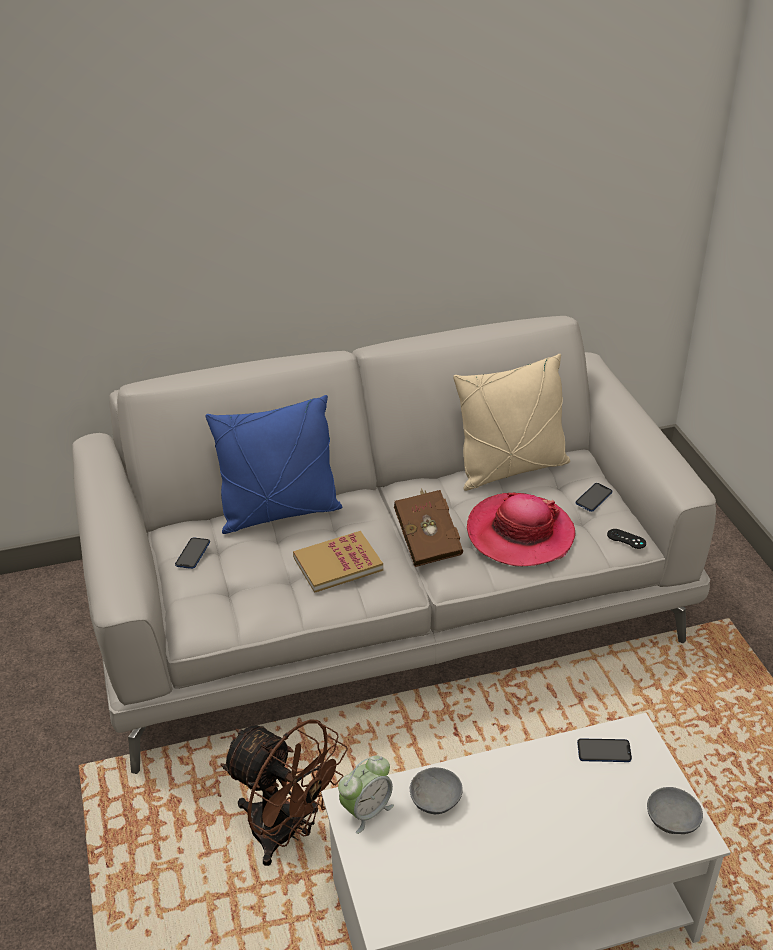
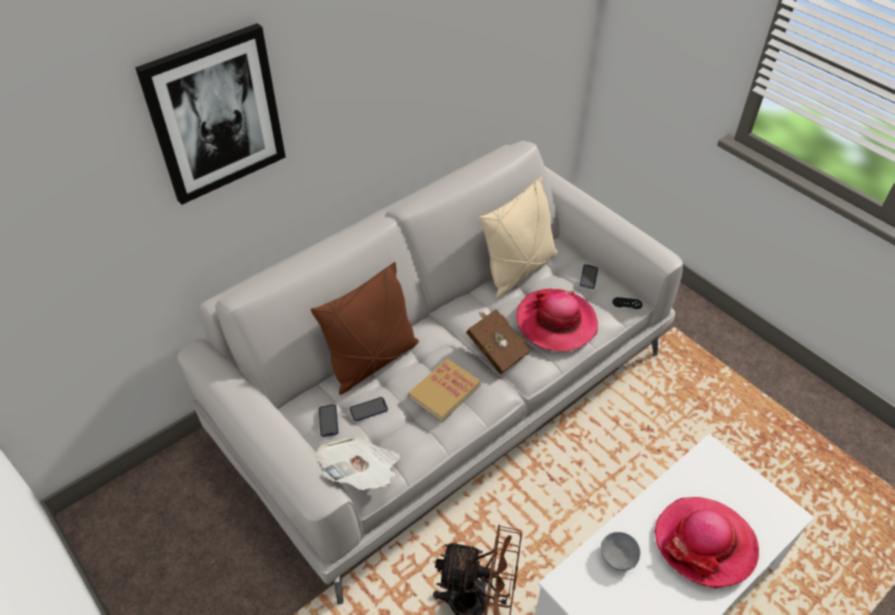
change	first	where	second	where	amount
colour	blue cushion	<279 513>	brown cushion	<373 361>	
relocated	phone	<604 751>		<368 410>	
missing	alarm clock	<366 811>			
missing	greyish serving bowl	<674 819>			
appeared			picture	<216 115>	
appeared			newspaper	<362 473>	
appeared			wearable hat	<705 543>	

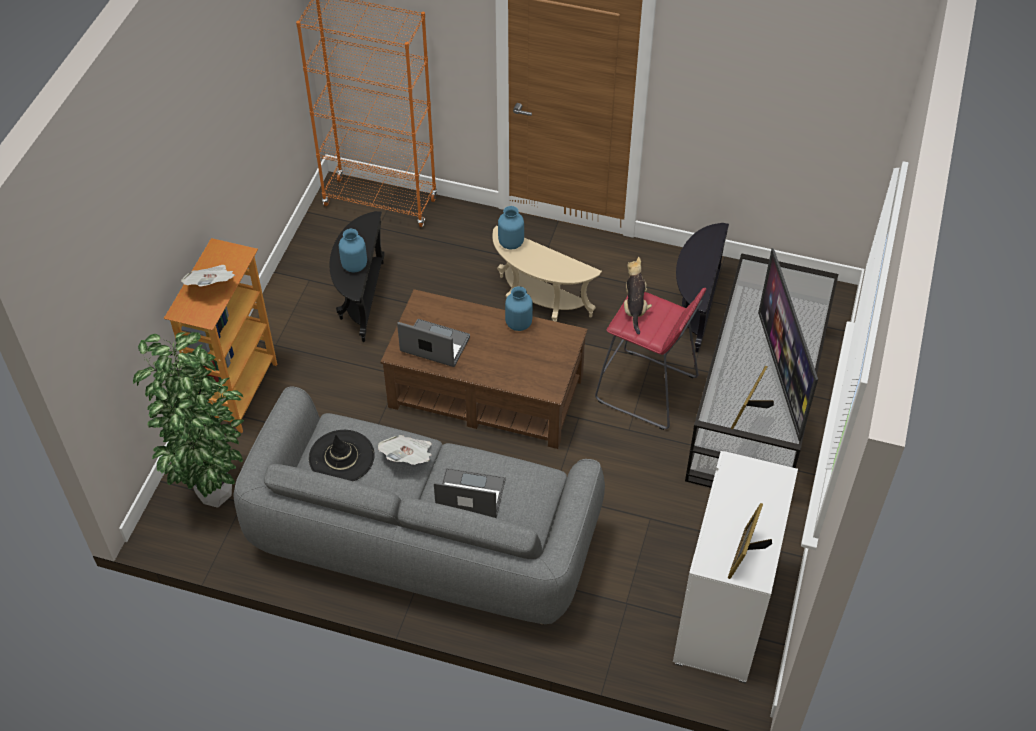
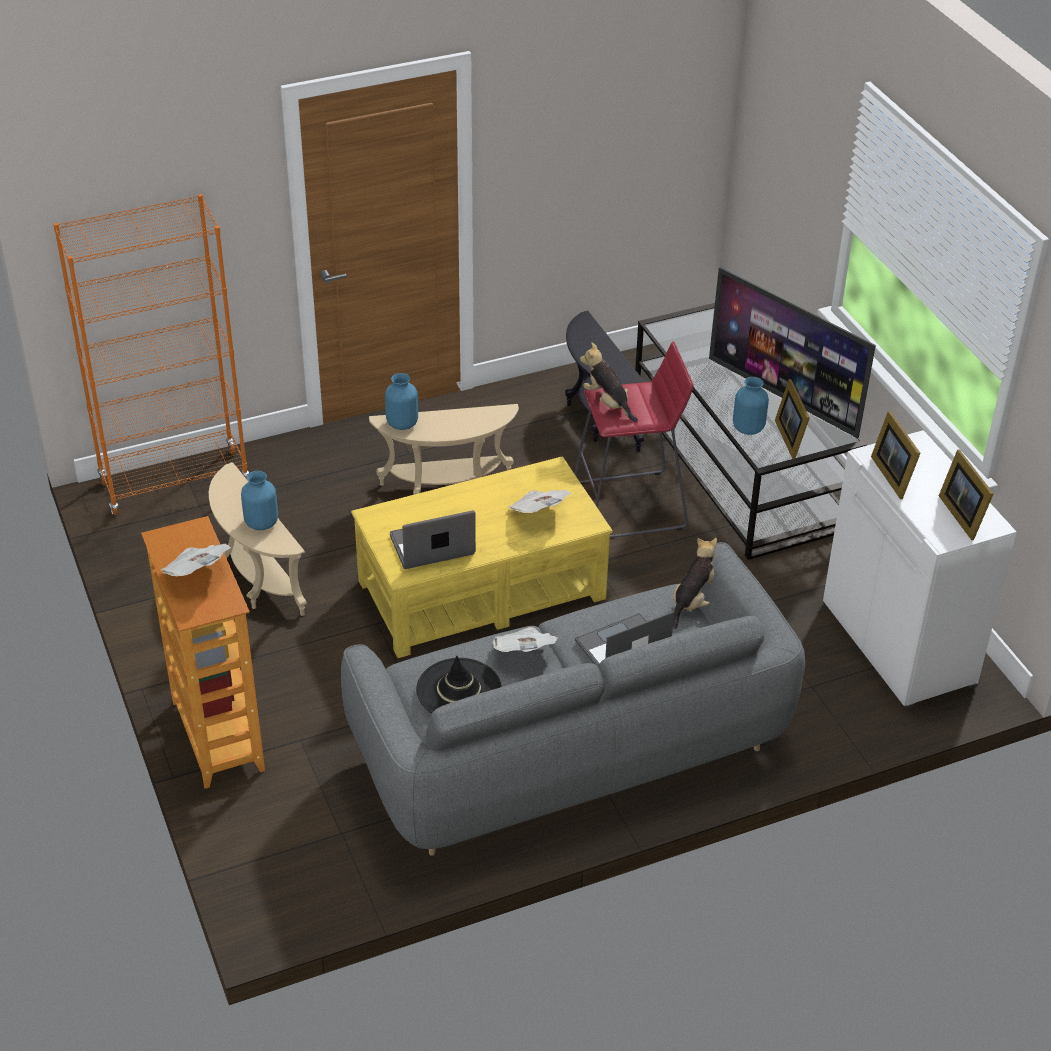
change	first	where	second	where	amount
colour	blackish side table	<360 300>	beige-coloured side table	<256 580>	
relocated	blue vase	<518 323>		<747 428>	
colour	brown lounge table	<485 390>	yellow-coloured lounge table	<480 589>	
missing	plant in a pot	<213 492>			
appeared			standing frame	<893 474>	
appeared			newspaper	<539 512>	
appeared			soft toy	<693 601>	

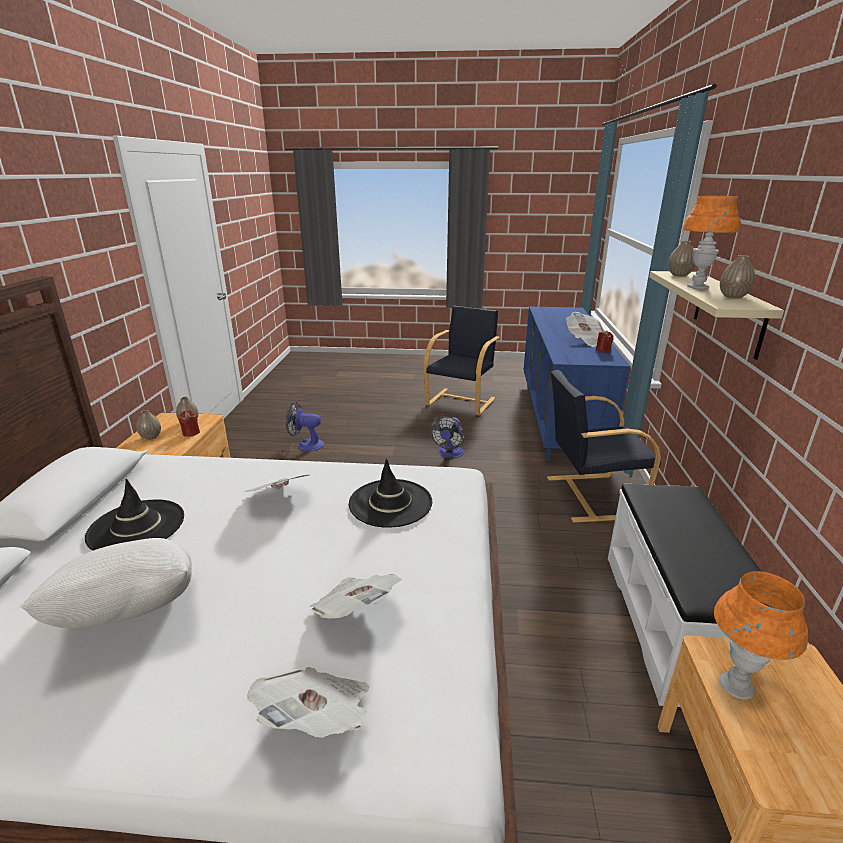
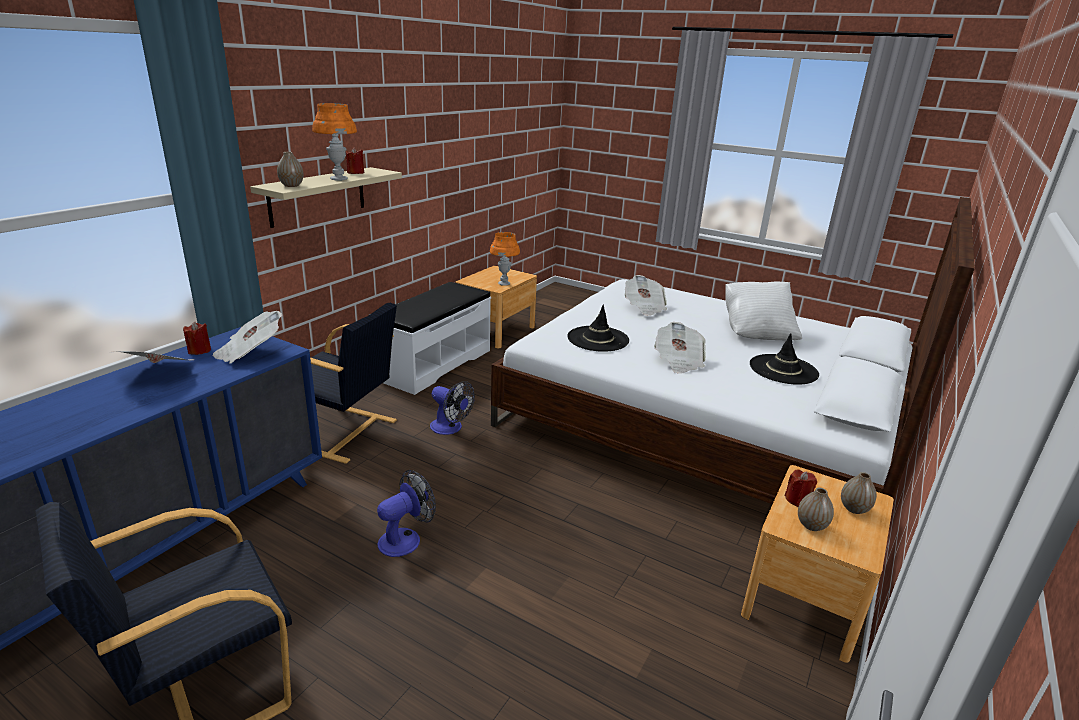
change	first	where	second	where	amount
exchanged	vase	<733 296>	reddish wax candle	<355 173>	
relocated	electric fan	<306 444>		<450 428>	
relocated	newspaper	<318 719>		<250 353>	

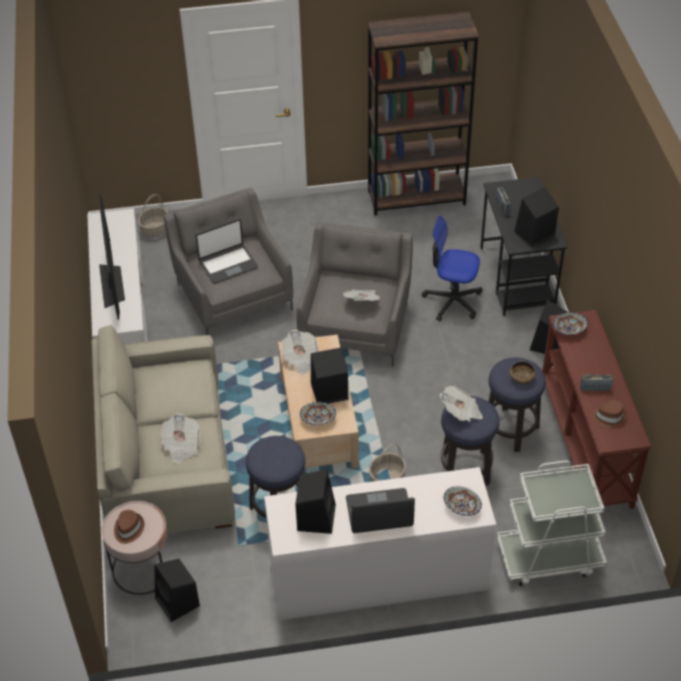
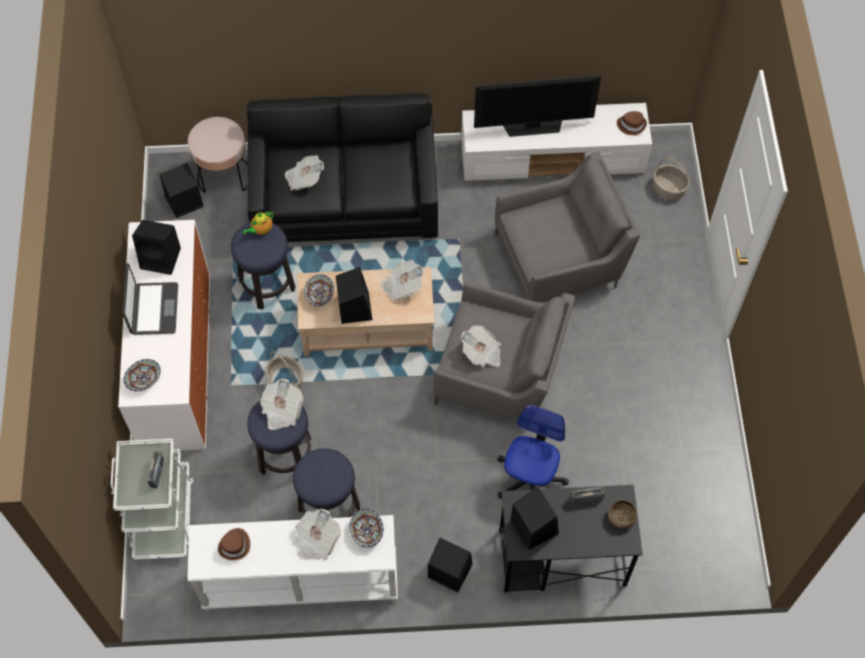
change	first	where	second	where	amount
missing	brown bookshelf	<417 197>			
missing	laptop	<228 264>			
colour	brown console table	<586 442>	white console table	<300 583>	
colour	beige-coloured settee	<165 457>	blackish settee	<346 194>	
relocated	serving bowl	<522 378>		<621 517>	
relocated	radio receiver	<595 388>		<157 473>	
relocated	brown wearable hat	<128 529>		<631 125>	
appeared			pot for tea	<261 230>	
appeared			newspaper	<316 540>	

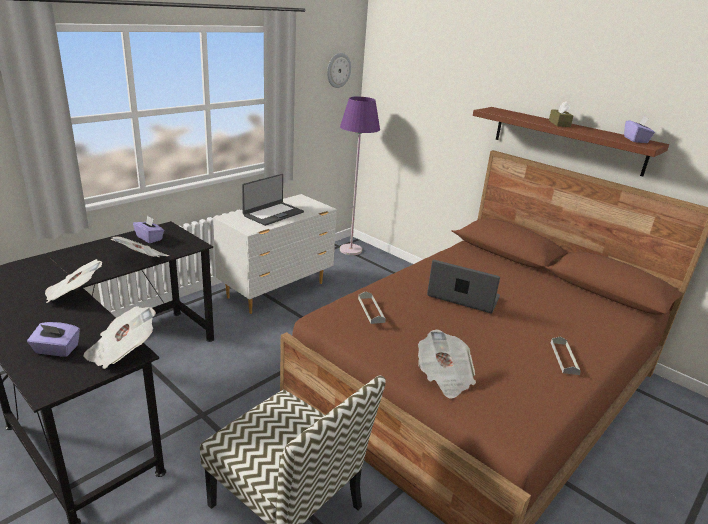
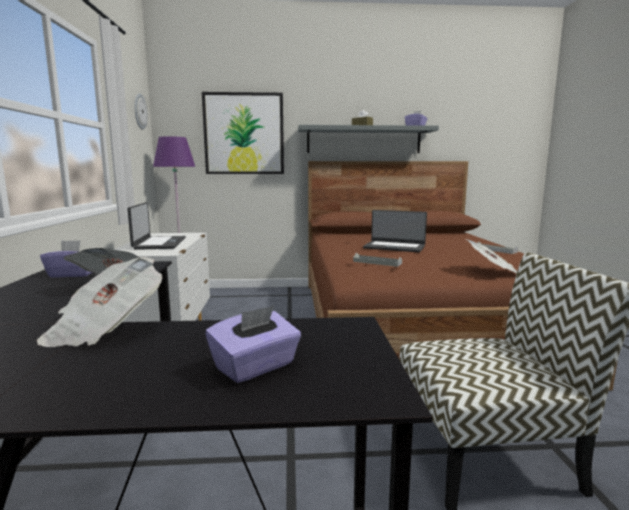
change	first	where	second	where	amount
colour	brown shelf	<567 140>	greyish shelf	<364 140>	
spun	laptop	<463 297>		<394 247>	135 degrees counterclockwise
missing	newspaper	<122 351>			
appeared			picture	<244 134>	

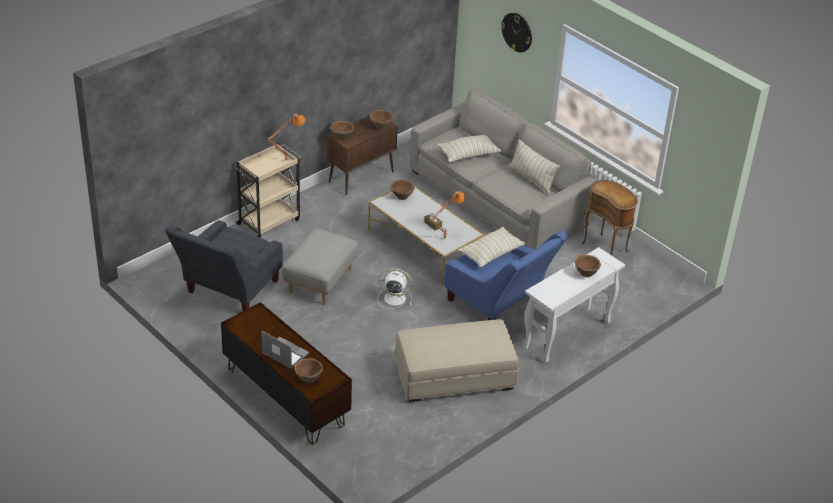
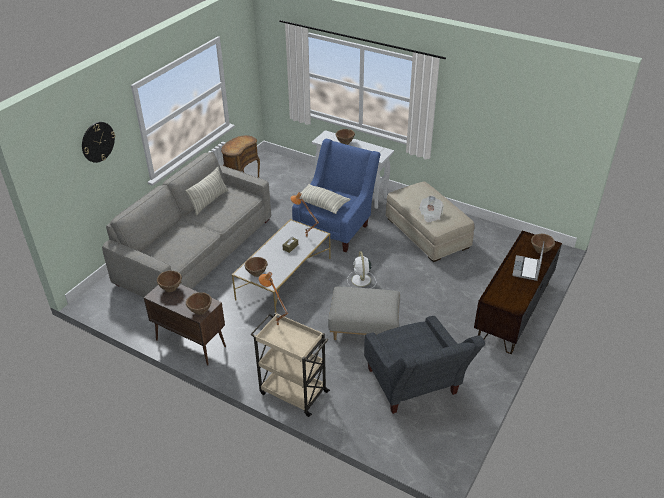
change	first	where	second	where	amount
missing	cushion	<468 154>			
spun	greyish armchair	<227 292>		<415 388>	60 degrees clockwise
appeared			newspaper	<430 215>	

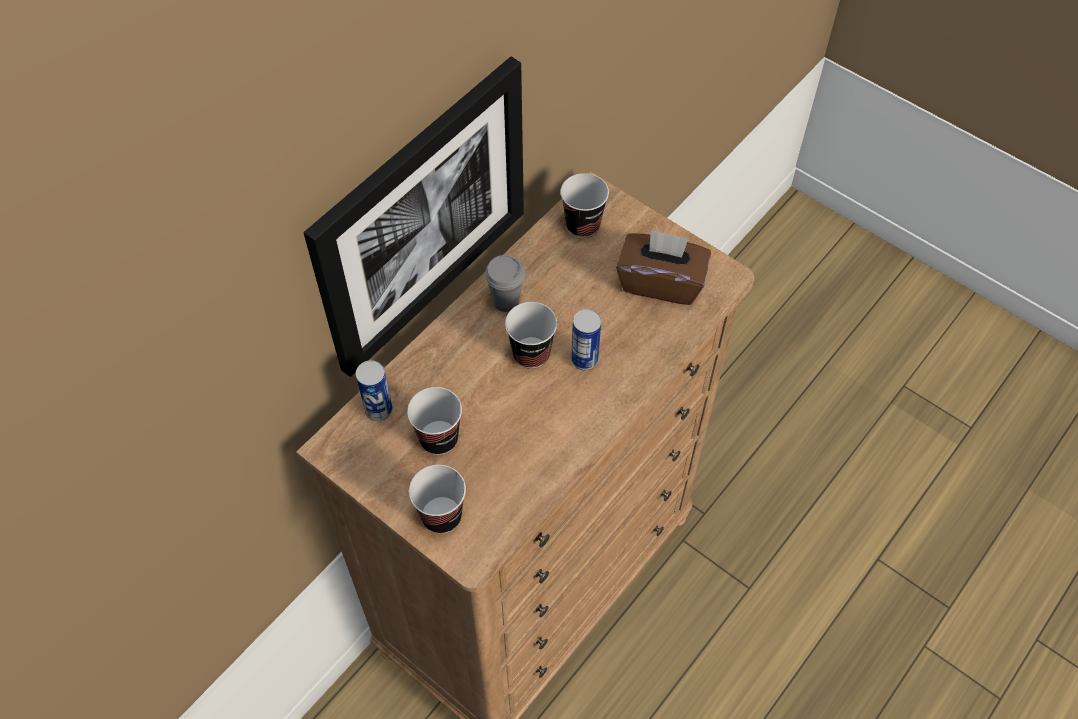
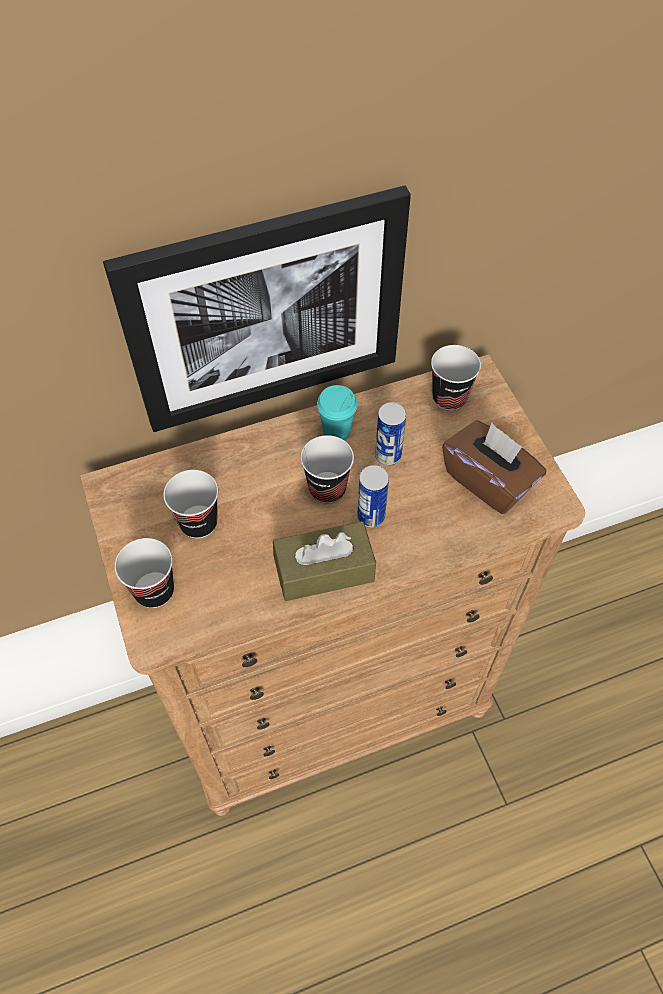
change	first	where	second	where	amount
colour	greyish cup	<506 301>	turquoise-coloured cup	<336 432>	
relocated	metal can	<378 410>		<388 455>	
appeared			brown tissue box	<324 570>	

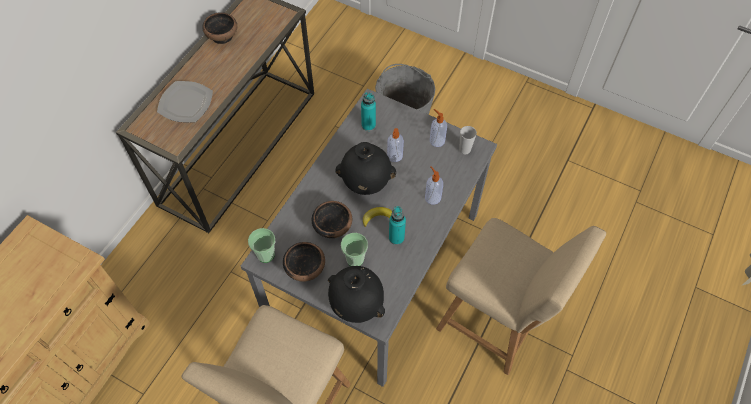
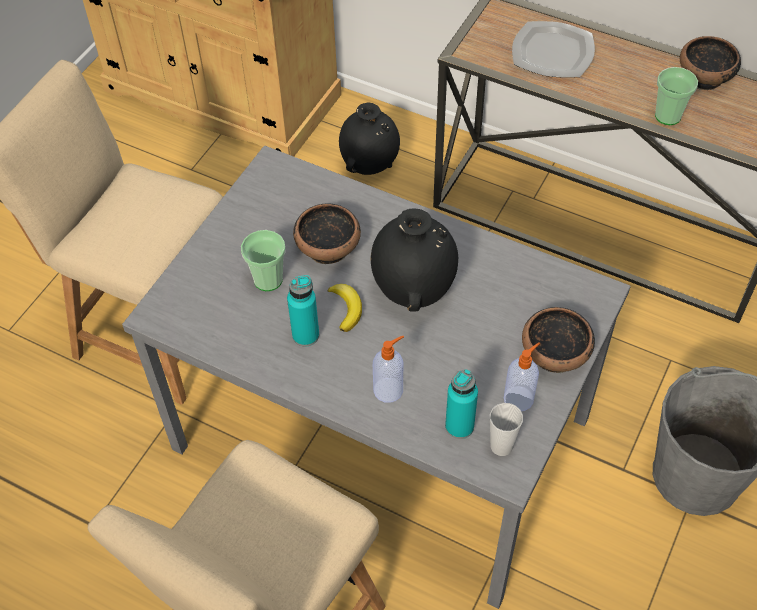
change	first	where	second	where	amount
relocated	turquoise-coloured bottle	<368 125>		<459 426>	
missing	liquid soap bottle	<394 156>			
relocated	cup	<266 254>		<668 116>	
relocated	serving bowl	<305 268>		<555 354>	
relocated	blackish vase	<356 305>		<370 165>	

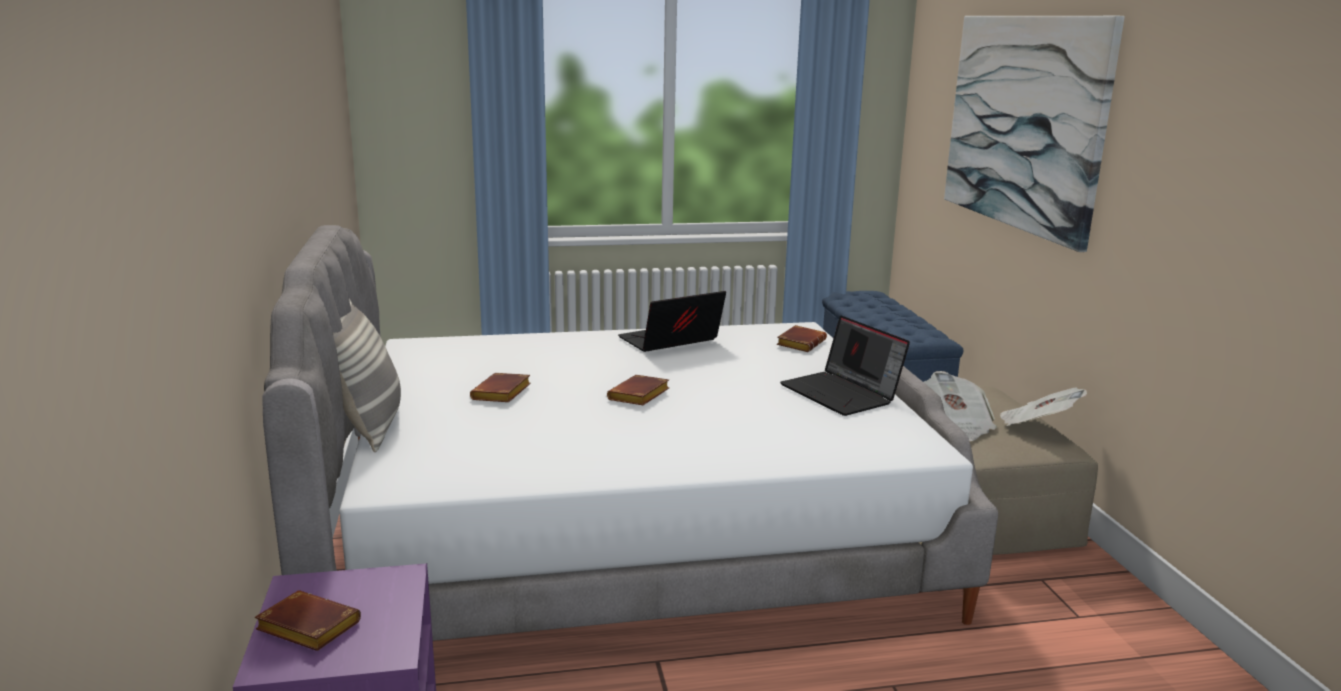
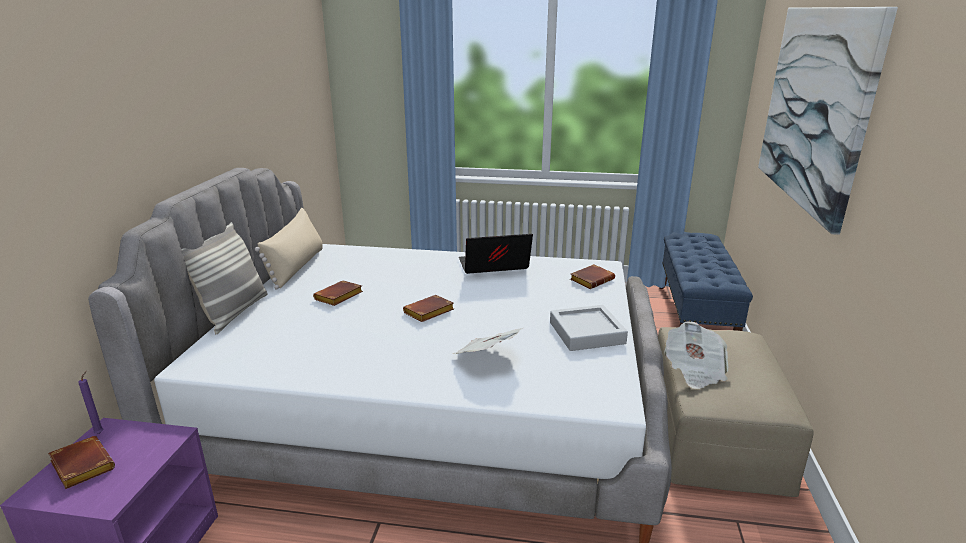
change	first	where	second	where	amount
exchanged	laptop	<842 394>	greyish carrying tray	<586 333>	
relocated	newspaper	<1037 425>		<487 357>	
appeared			beige-coloured cushion	<296 267>	
appeared			purple-coloured wax candle	<100 432>	

